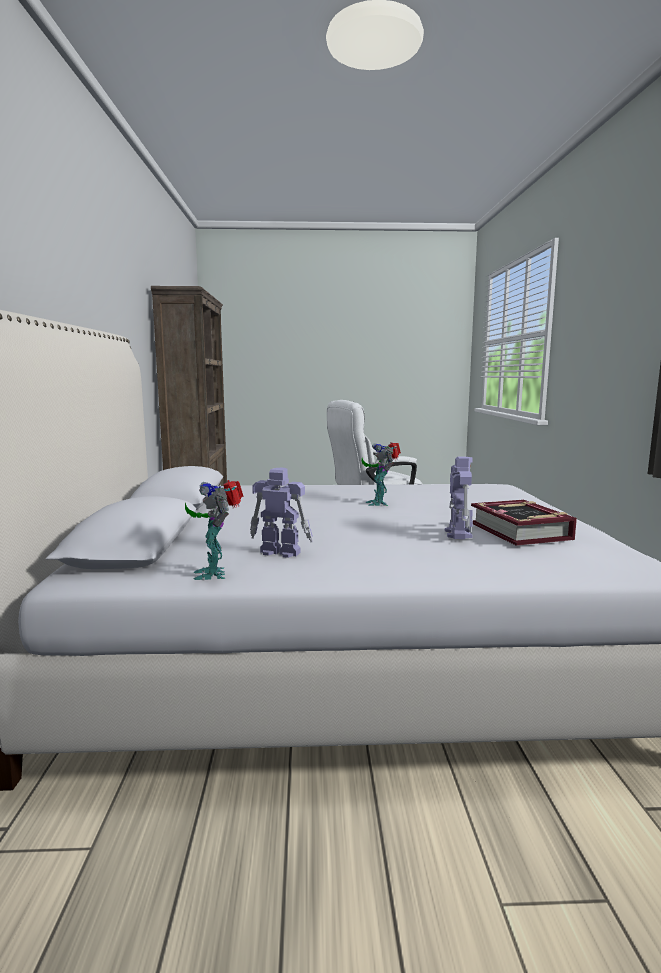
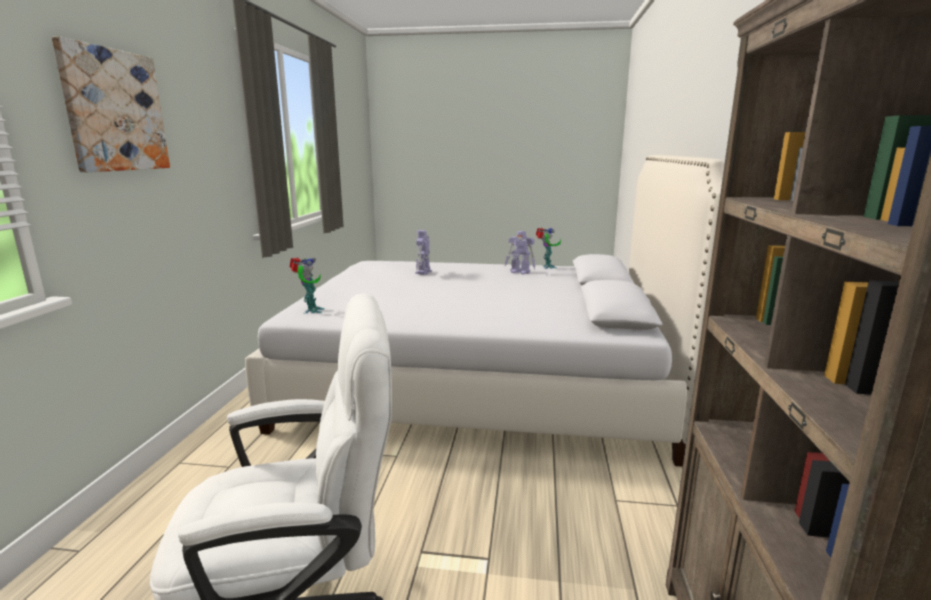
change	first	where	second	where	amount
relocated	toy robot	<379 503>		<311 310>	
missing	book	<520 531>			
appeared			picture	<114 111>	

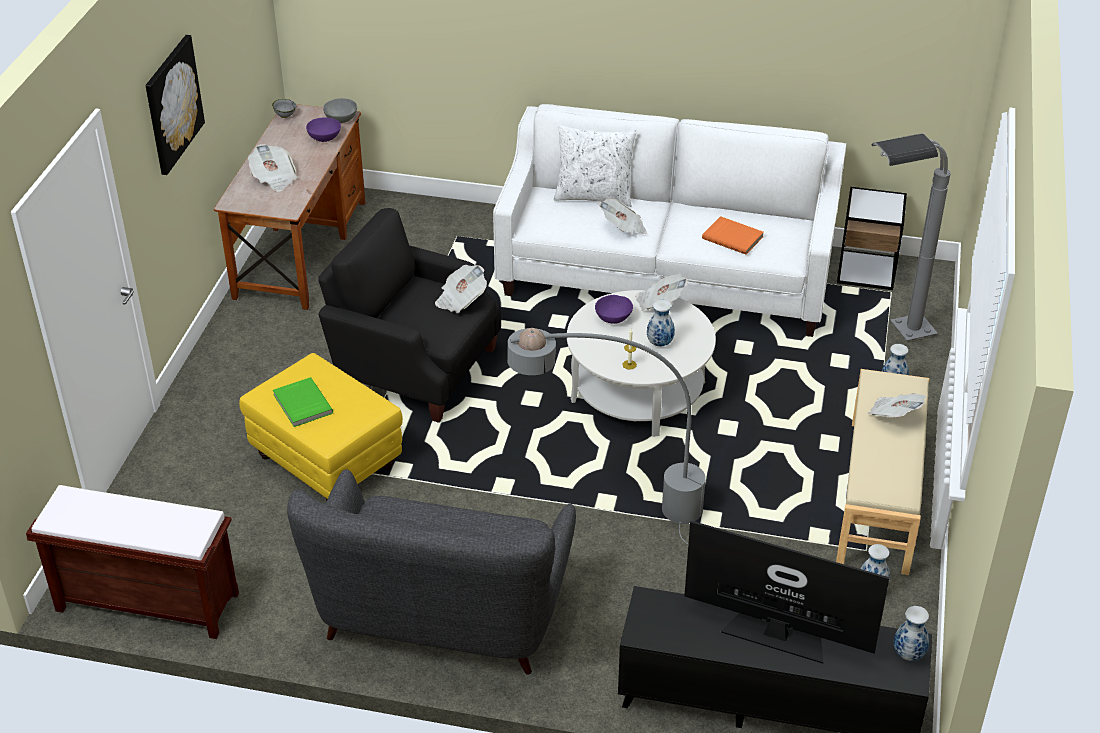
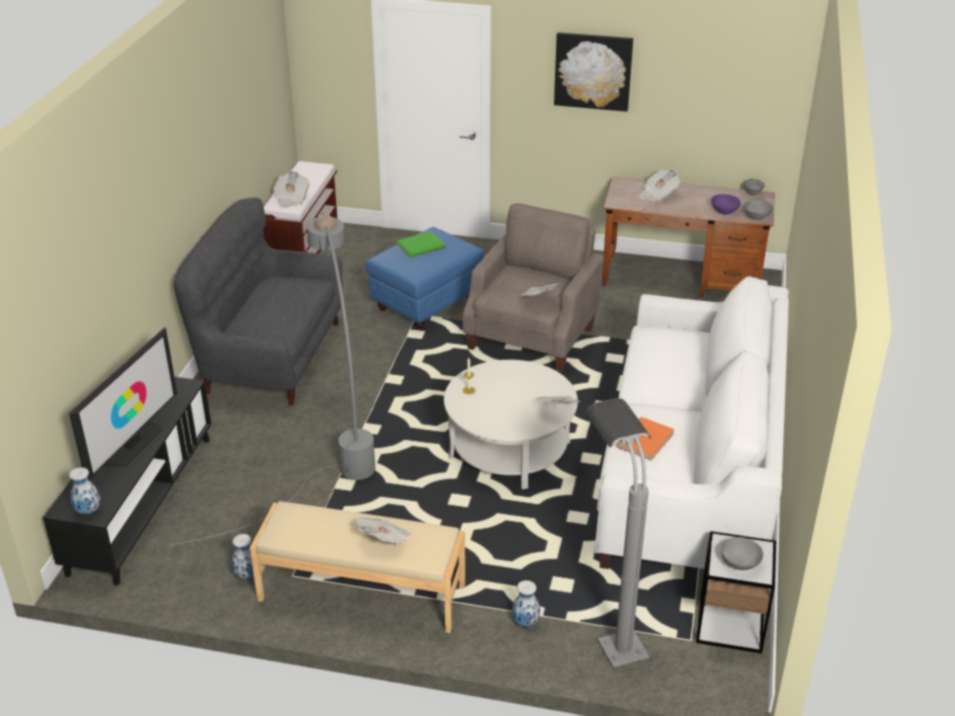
change	first	where	second	where	amount
missing	white cushion	<594 196>			
relocated	newspaper	<623 228>		<291 199>	
colour	blackish armchair	<415 369>	beige-coloured armchair	<532 336>	
missing	purple-coloured serving bowl	<613 318>			
missing	vase	<659 343>			
colour	yellow-coloured ottoman	<325 462>	blue ottoman	<426 304>	
appeared			greyish serving bowl	<740 563>	

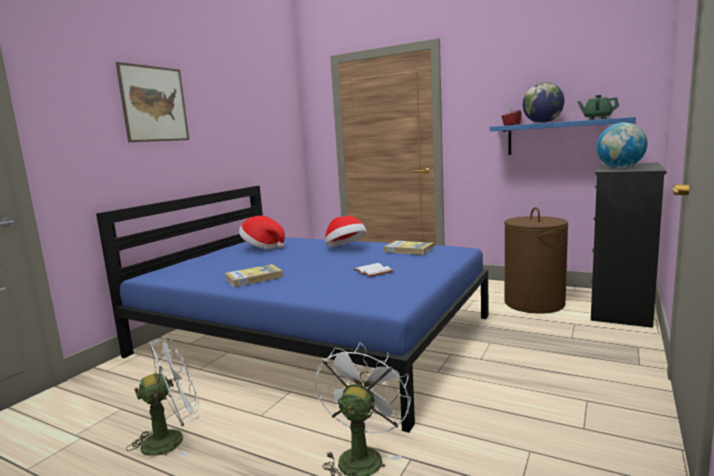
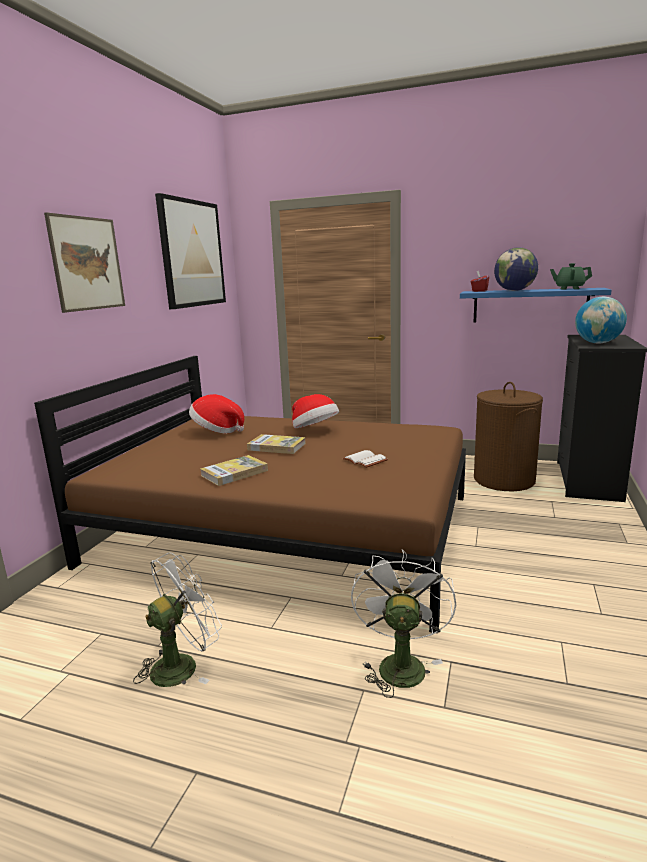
change	first	where	second	where	amount
colour	blue bed	<313 335>	brown bed	<287 528>	
relocated	book	<409 250>		<276 447>	
appeared			picture	<192 254>	

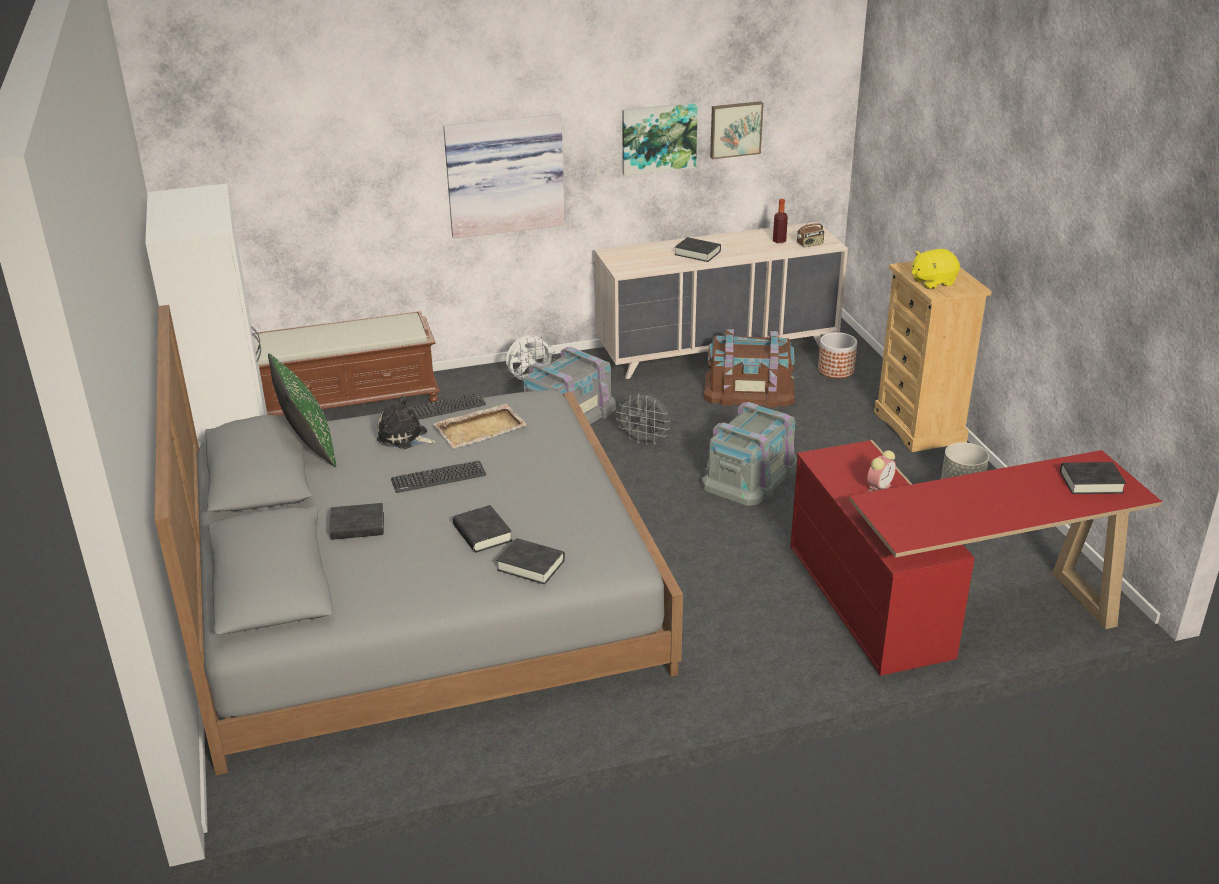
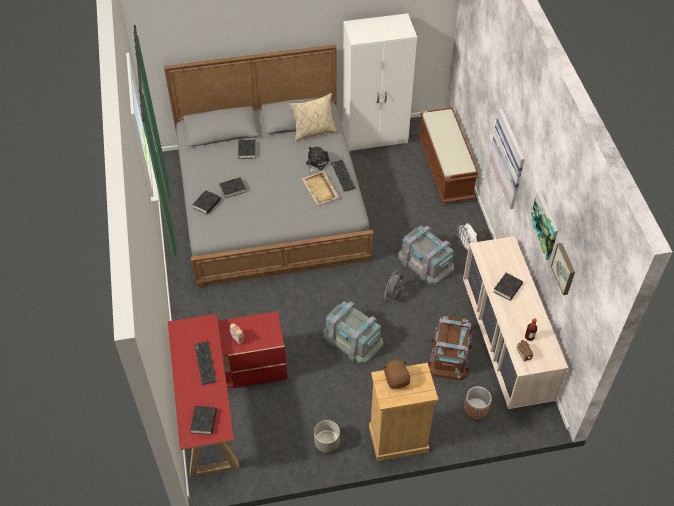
change	first	where	second	where	amount
colour	yellow-coloured soft toy	<932 282>	brown soft toy	<396 379>	
colour	green cushion	<308 448>	beige-coloured cushion	<313 132>	
relocated	keyboard	<438 477>		<205 363>	

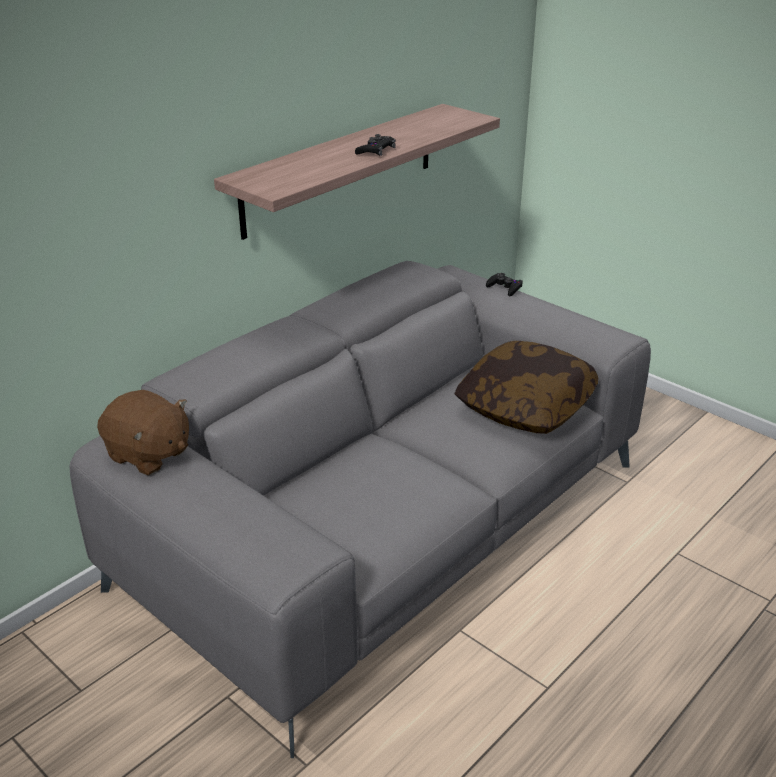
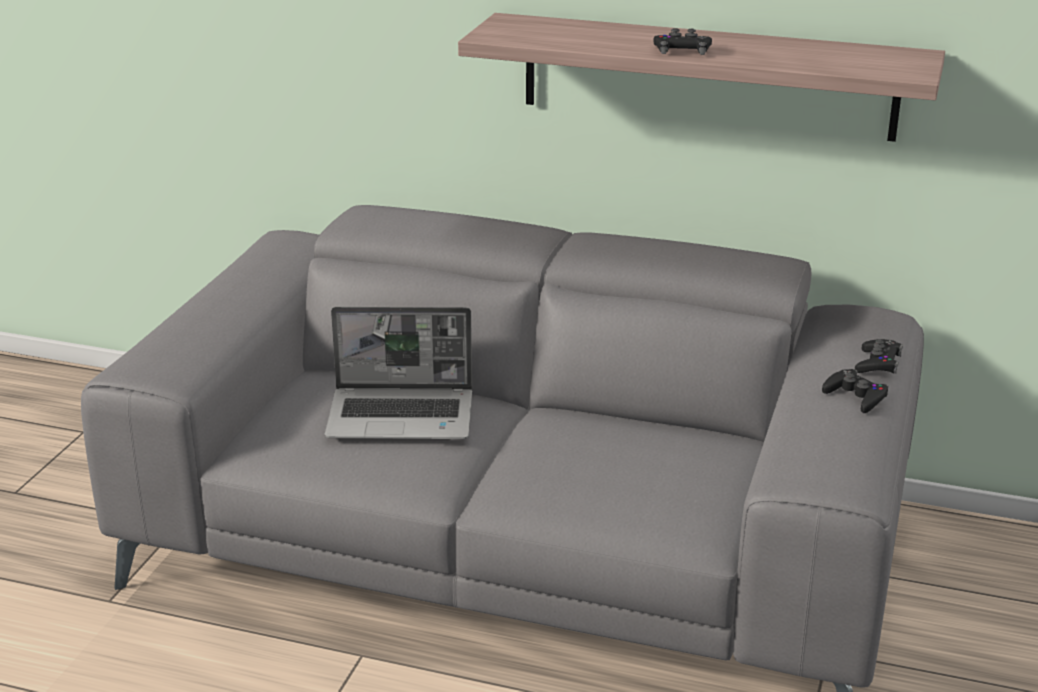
change	first	where	second	where	amount
missing	cushion	<525 406>			
missing	brown soft toy	<148 455>			
appeared			laptop	<403 416>	
appeared			blackish gamepad	<855 396>	

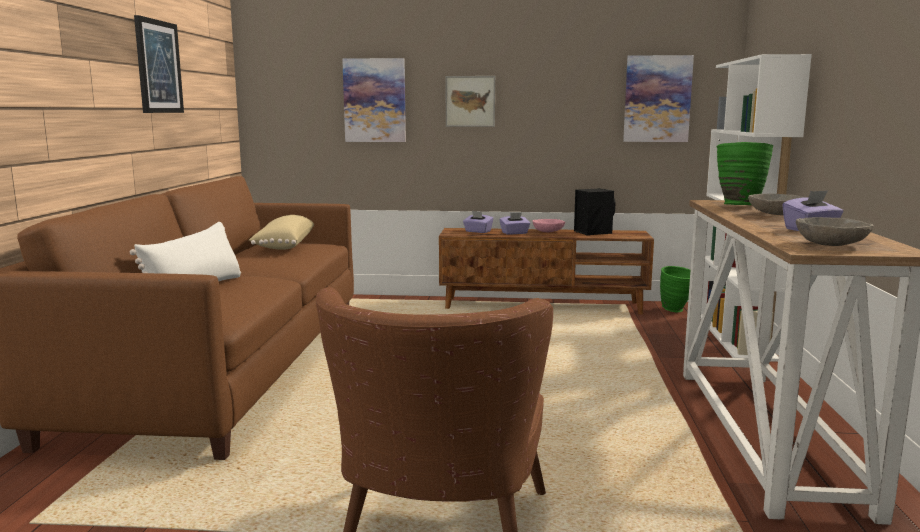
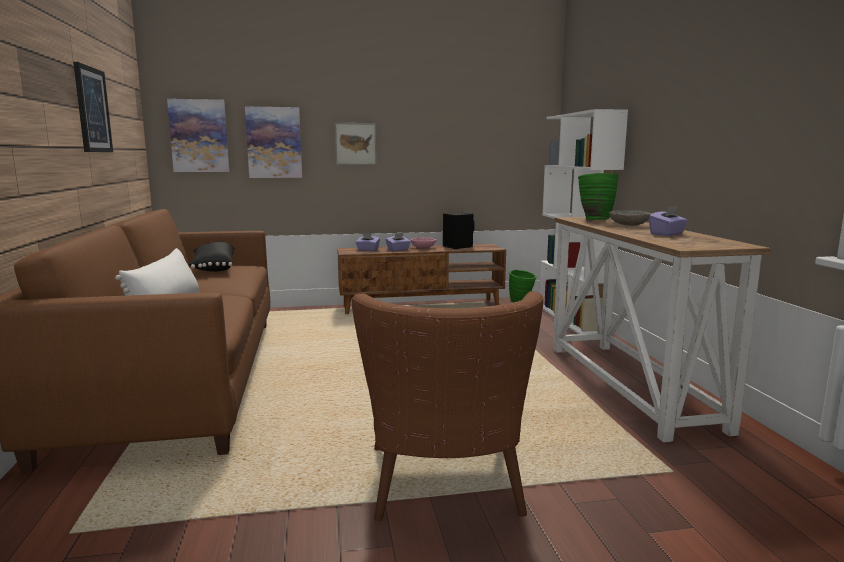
change	first	where	second	where	amount
relocated	picture	<657 99>		<199 136>	
colour	beige-coloured cushion	<283 245>	blackish cushion	<213 268>	
missing	greyish serving bowl	<831 244>			

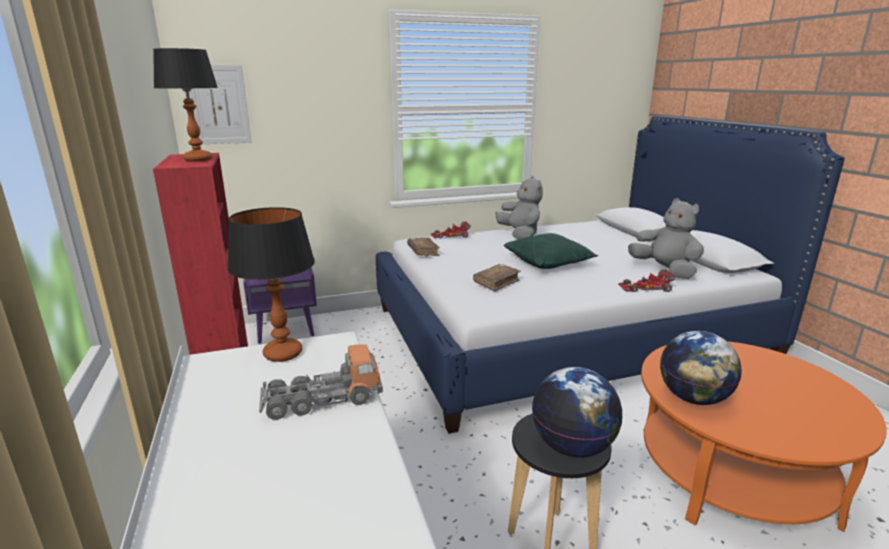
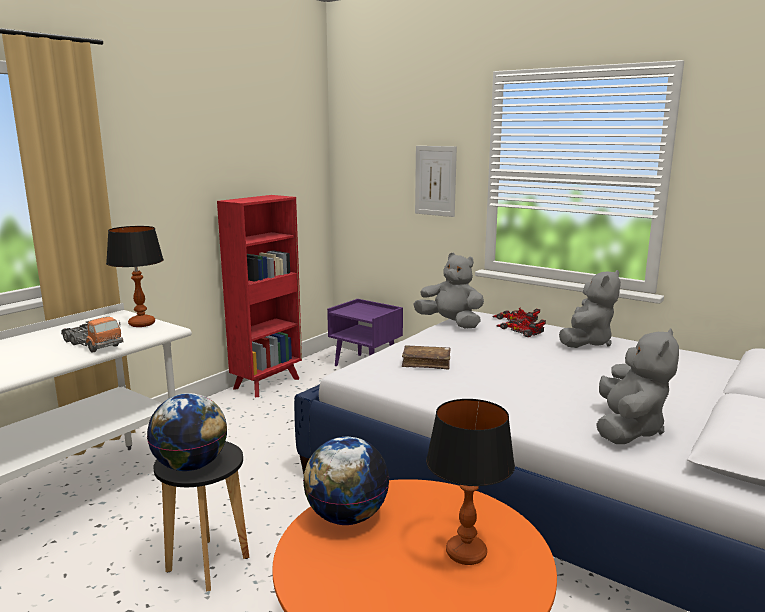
change	first	where	second	where	amount
relocated	lamp for a table	<198 159>		<466 553>	
relocated	picture	<219 105>		<435 181>	
missing	green cushion	<548 262>			
exchanged	brown book	<423 252>	greyish soft toy	<451 323>	
relocated	miniature car	<645 287>		<520 330>	

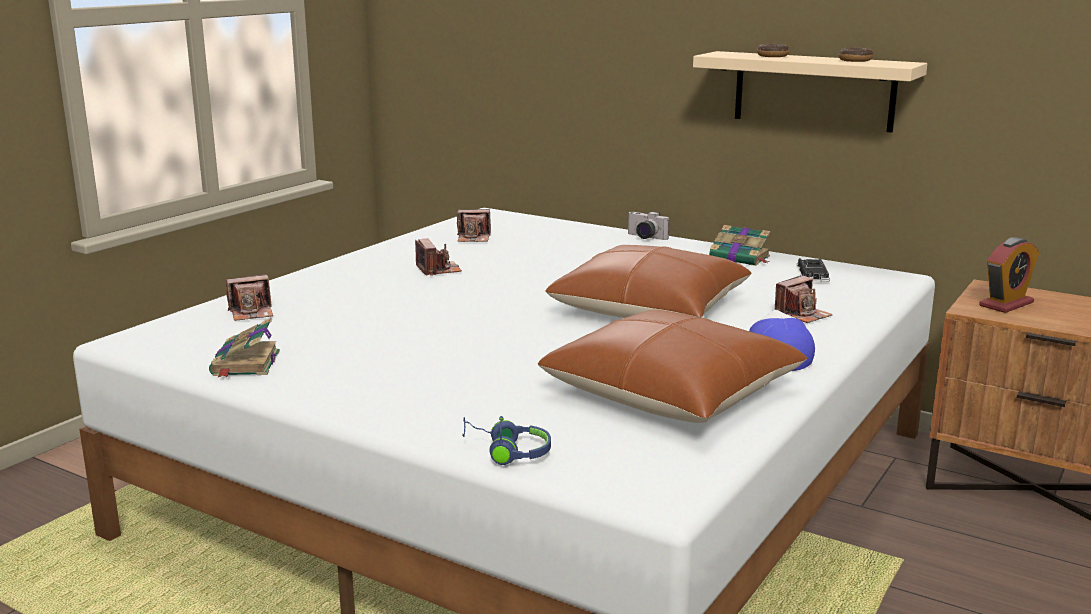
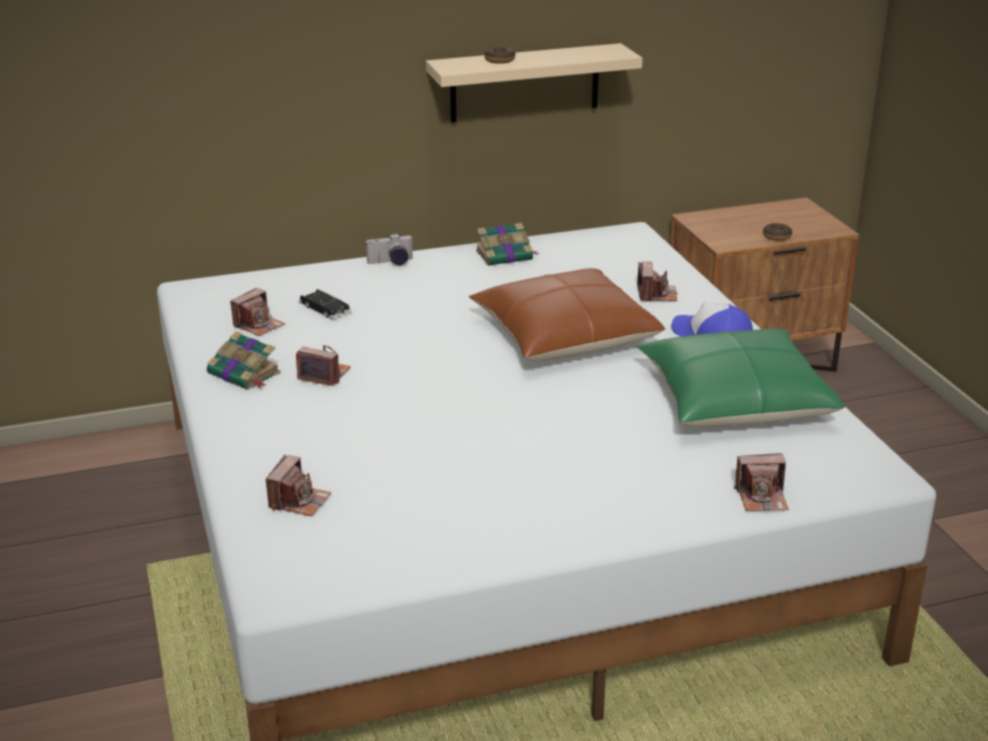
change	first	where	second	where	amount
relocated	ring doughnut	<855 60>		<777 236>	
missing	alarm clock	<1006 304>			
relocated	blackish miniature car	<812 275>		<325 309>	
colour	brown cushion	<671 393>	green cushion	<734 400>	
relocated	book	<245 364>		<245 374>	
exchanged	blue headset	<506 452>	photo camera	<762 498>	

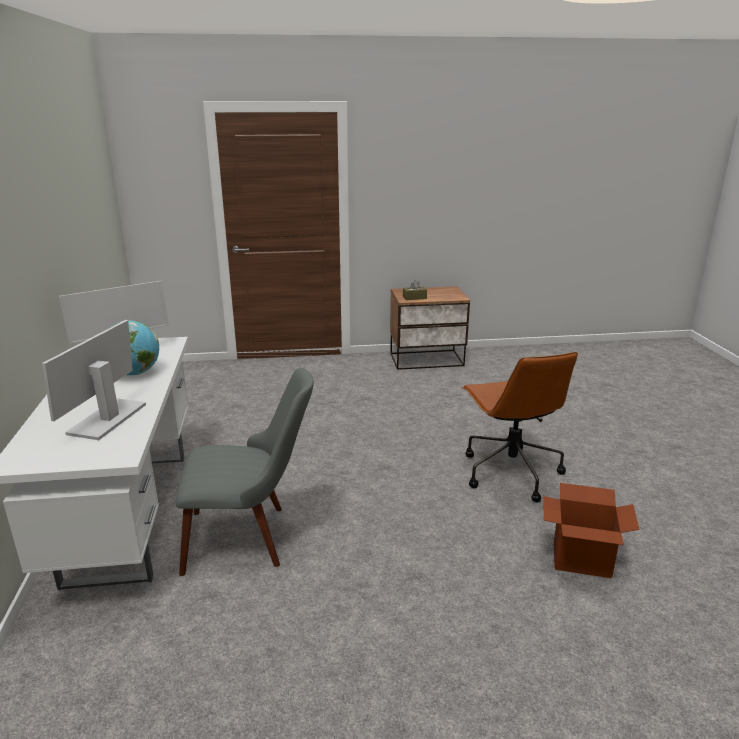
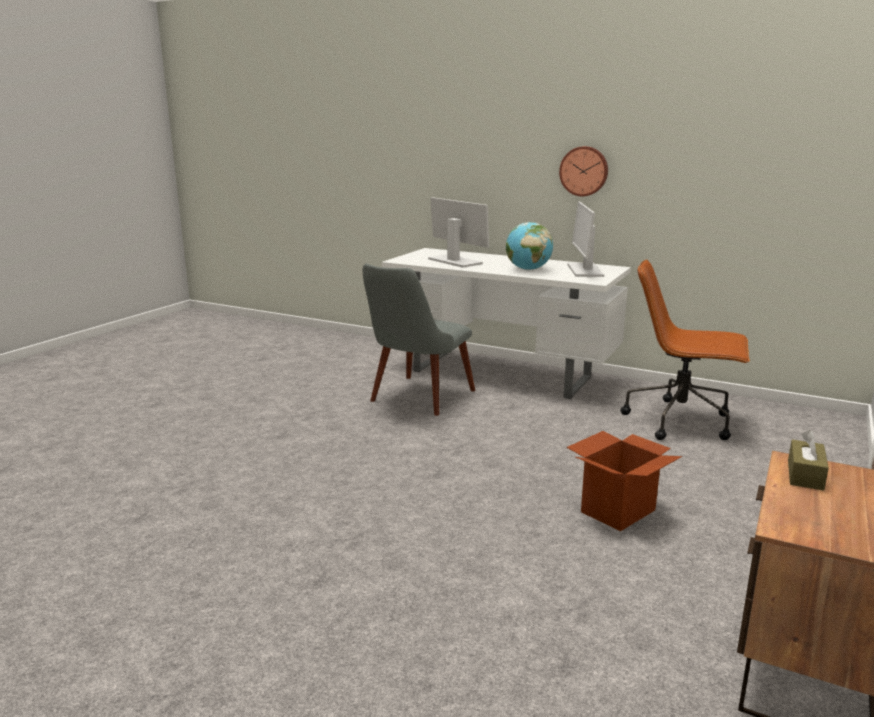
change	first	where	second	where	amount
relocated	brown office chair	<509 472>		<681 421>	
relocated	cardboard box	<581 559>		<618 511>	
appeared			hanging clock	<584 171>	

